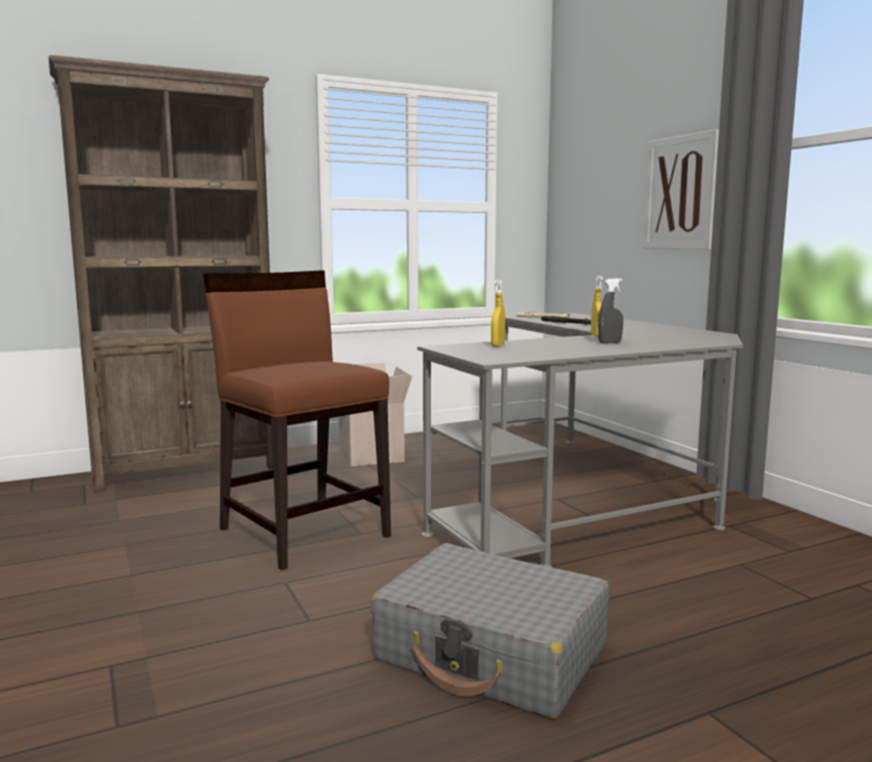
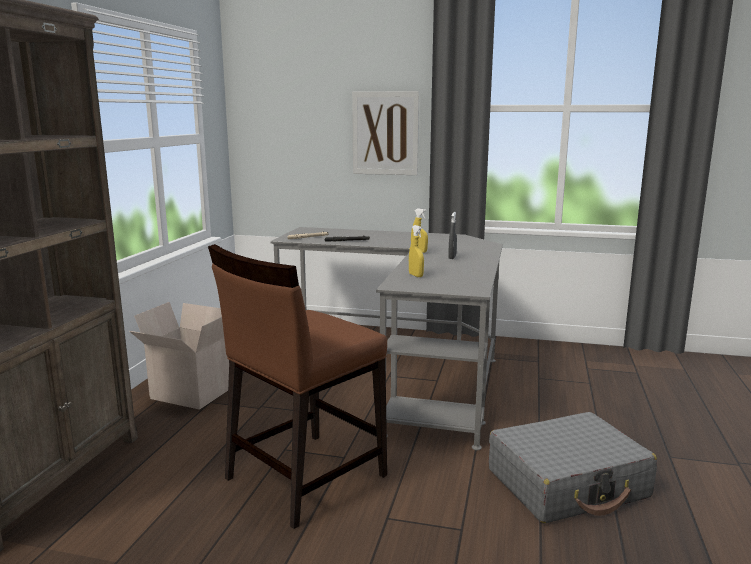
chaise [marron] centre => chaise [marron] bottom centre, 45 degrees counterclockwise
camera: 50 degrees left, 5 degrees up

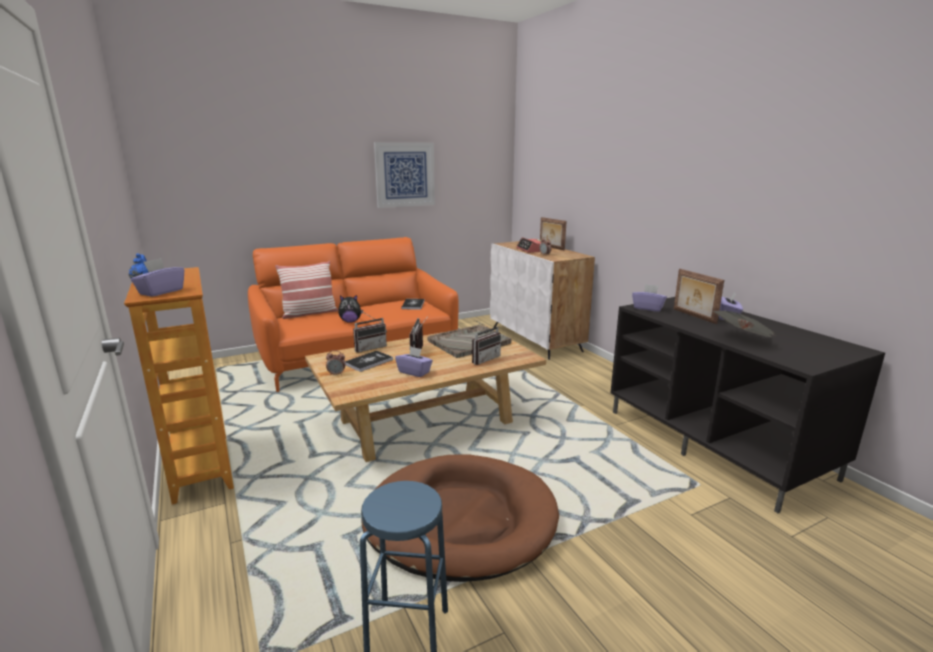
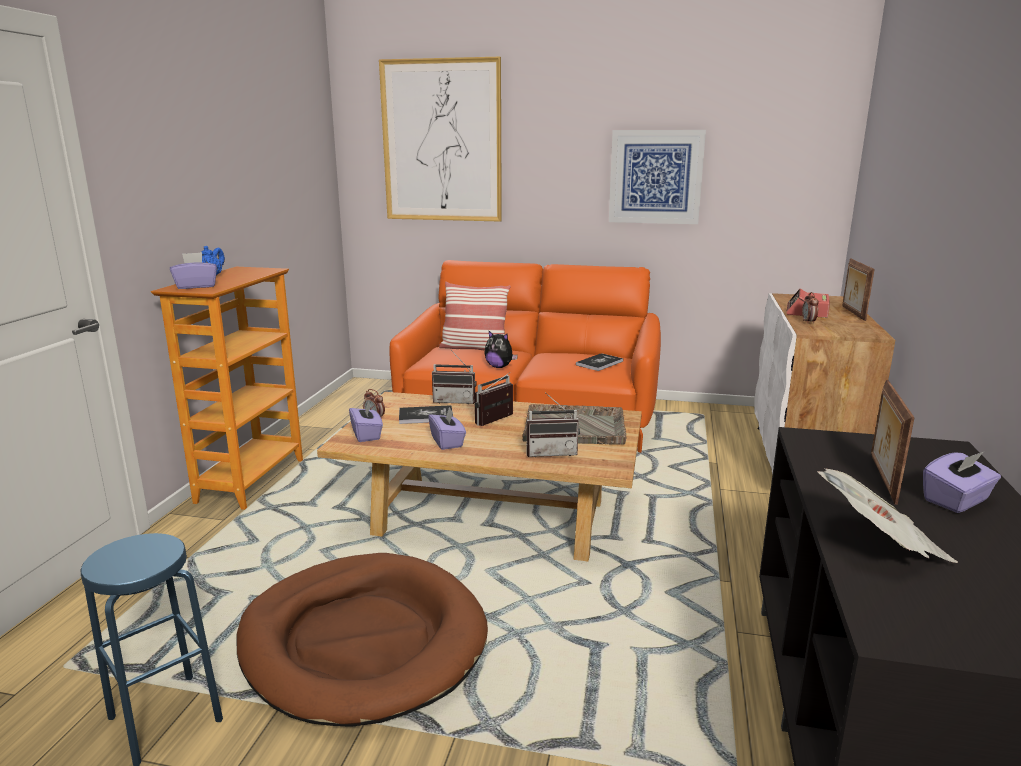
nothing => tableau (1st from left) top centre
boîte à mouchoirs [violet] (3rd from left in the first image) middle right => boîte à mouchoirs [violet] (2nd from left) centre, move
camera: 40 degrees right, 0 degrees up

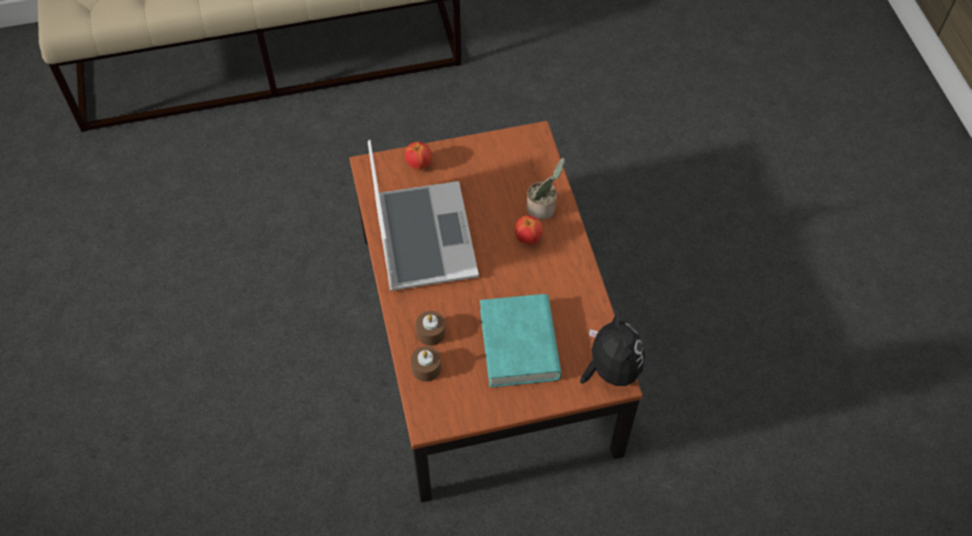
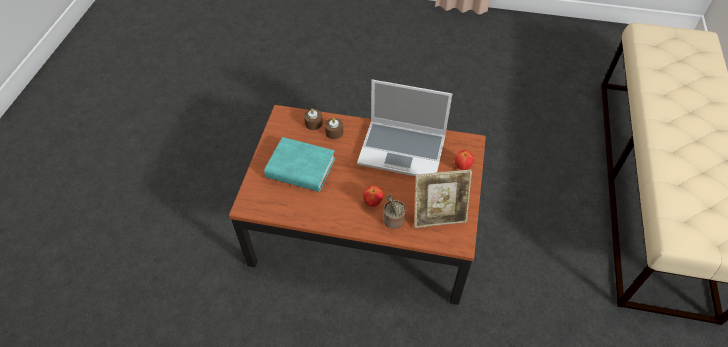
peluche centre => nothing
nothing => cadre photo centre
camera: 115 degrees right, 5 degrees down

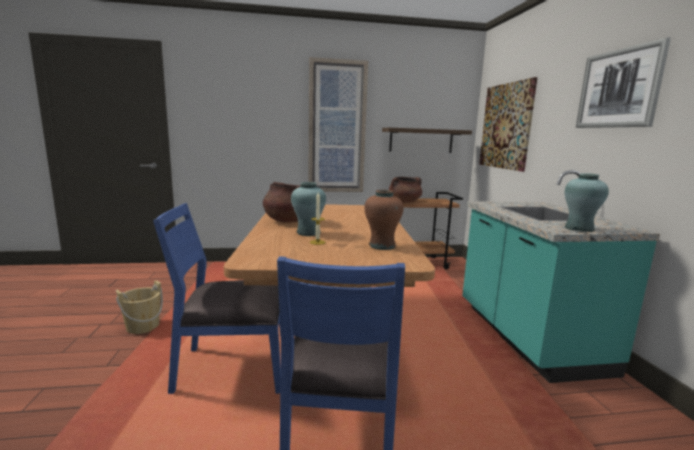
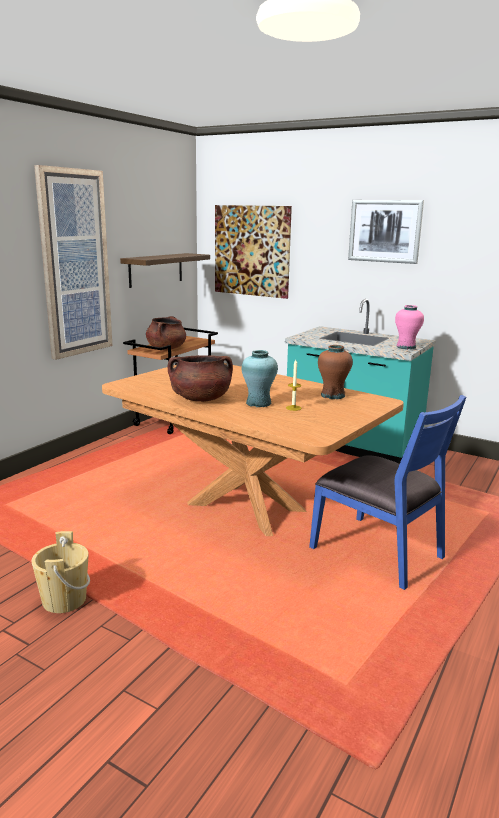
chaise [bleu] (1st from left) middle left => nothing
vase [turquoise] (2nd from left) middle right => vase [rose] middle right
camera: 50 degrees left, 5 degrees up

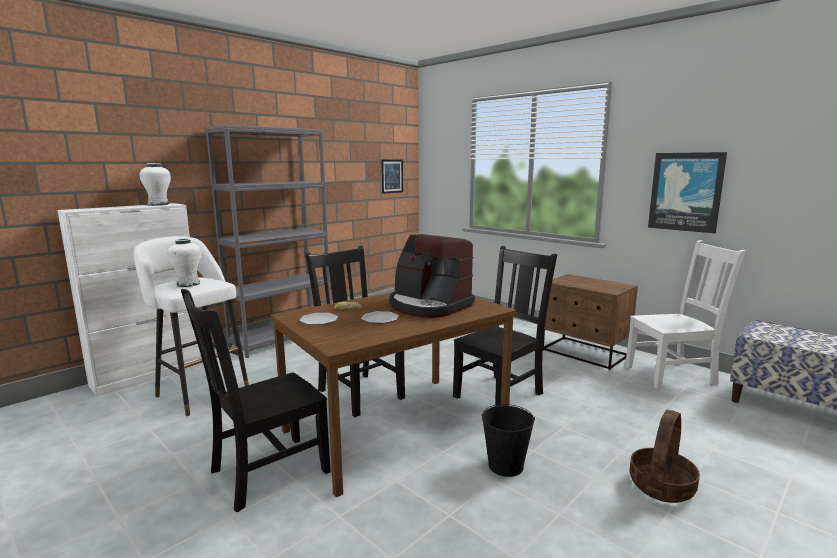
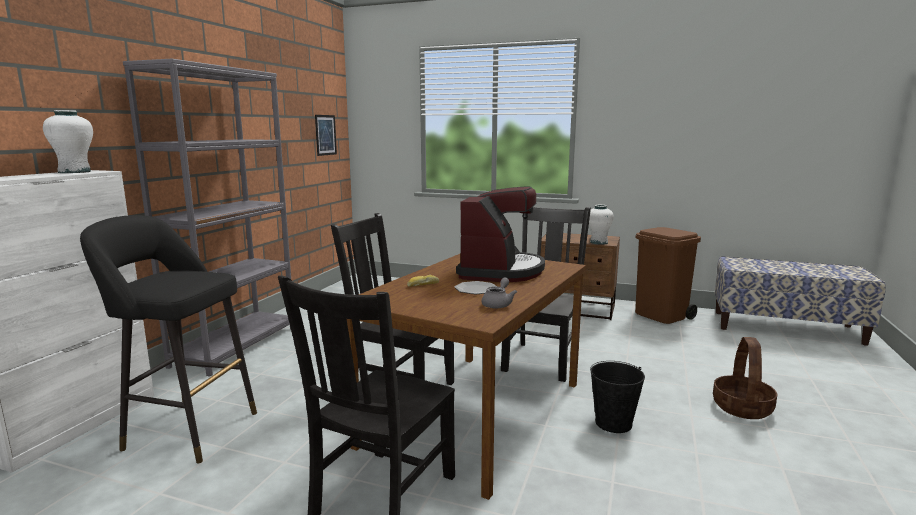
assiette (1st from left) centre => nothing
tableau (2nd from left) middle right => nothing
nothing => théière [gris] centre
vase [blanc] (2nd from left) middle left => vase [blanc] (2nd from left) centre, move
chaise [blanc] middle right => poubelle [marron] middle right
tabouret [blanc] middle left => tabouret [noir] middle left
machine à café centre, 90 degrees counterclockwise
camera: 25 degrees left, 0 degrees up

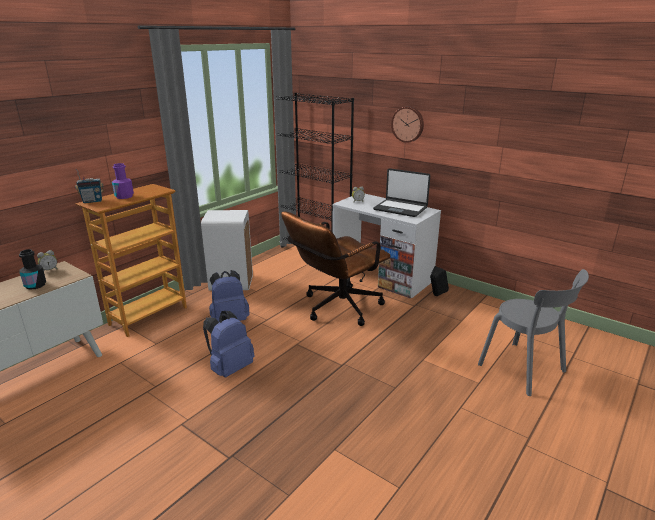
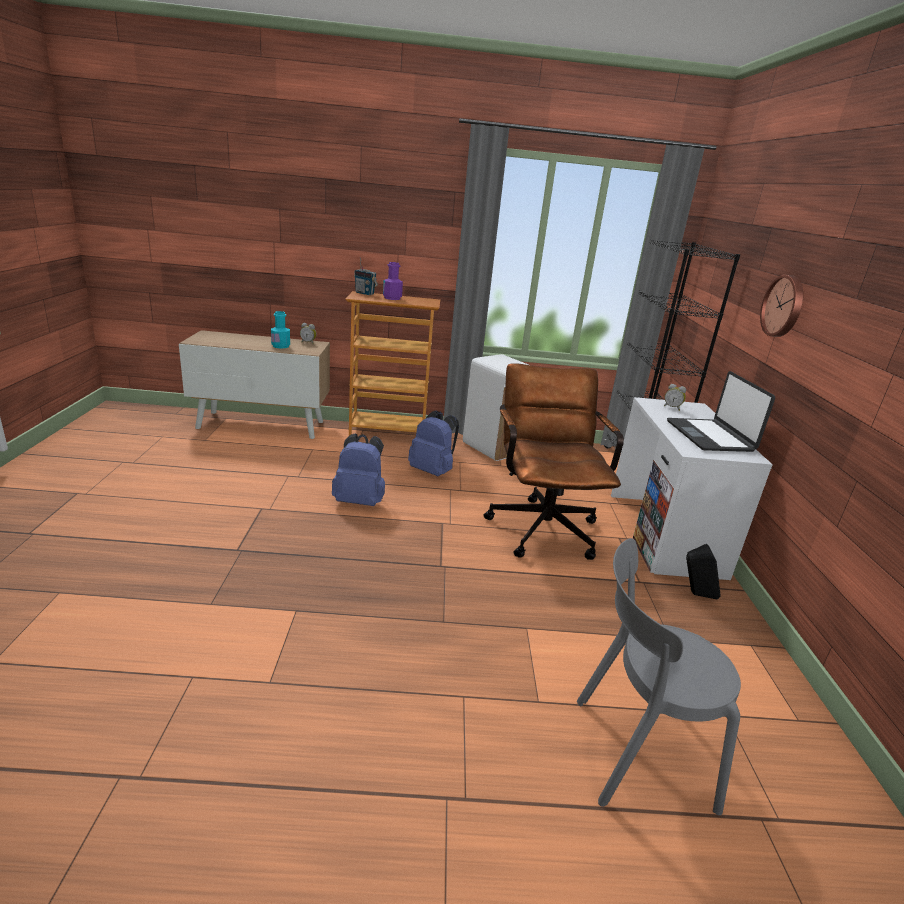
bouteille [noir] middle left => bouteille [turquoise] middle left
chaise de bureau [marron] centre, 75 degrees clockwise
chaise [gris] middle right => chaise [gris] bottom right, 75 degrees clockwise
camera: 50 degrees right, 0 degrees up

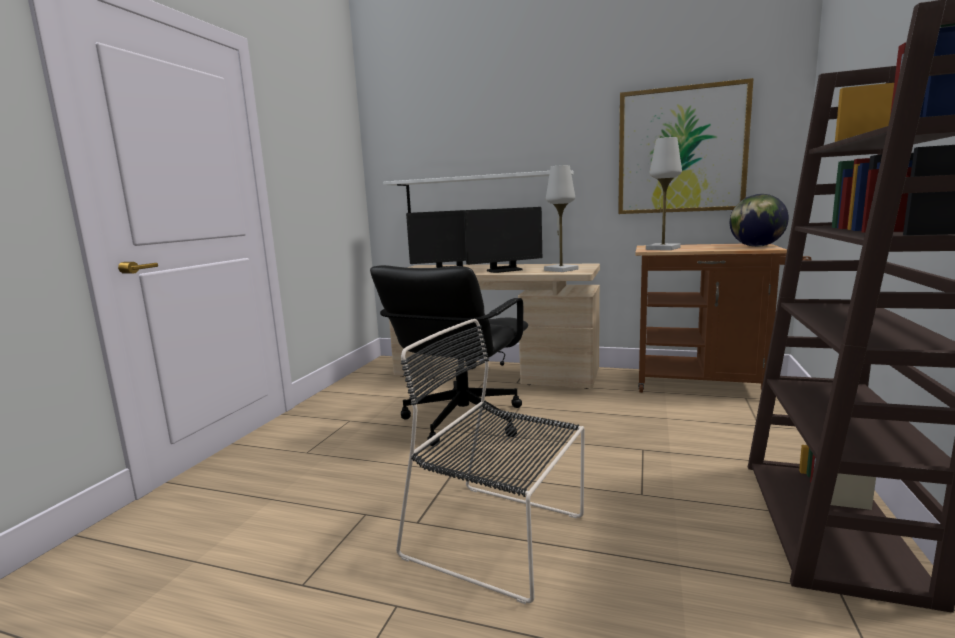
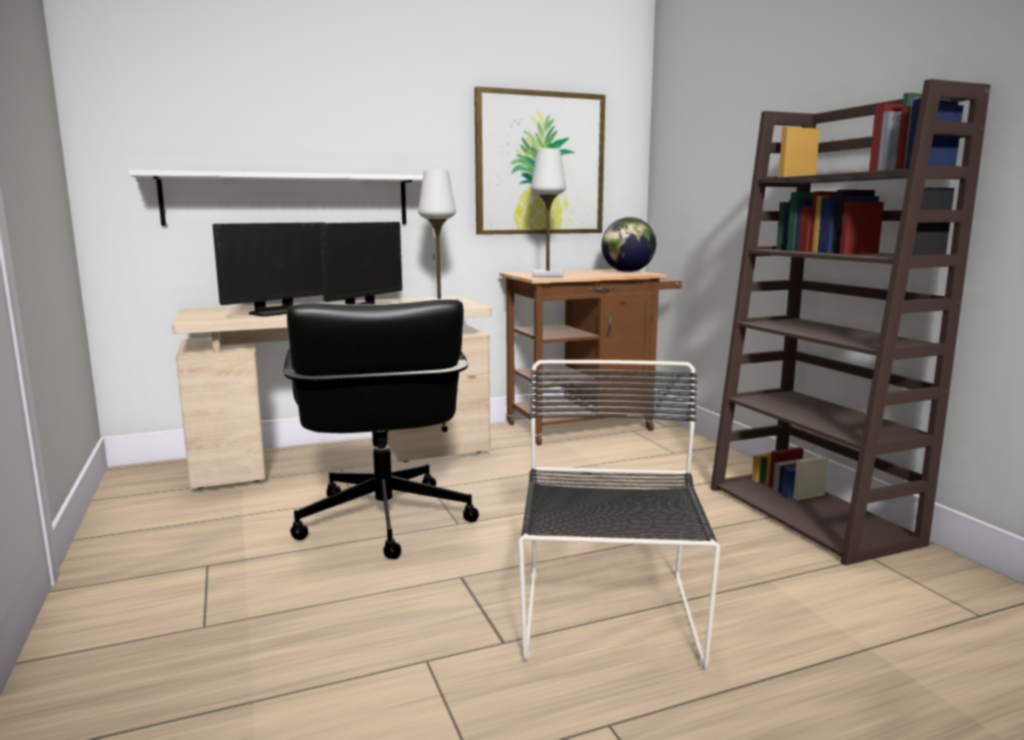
chaise [noir] bottom centre, 105 degrees clockwise
camera: 40 degrees left, 0 degrees up

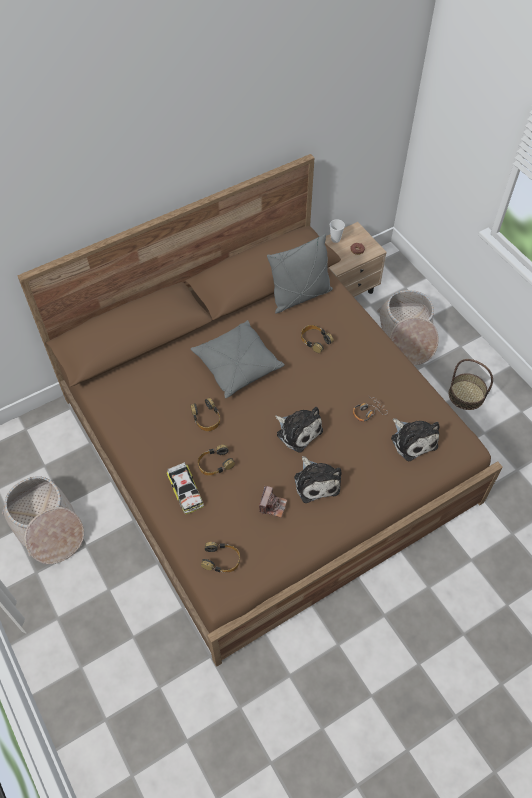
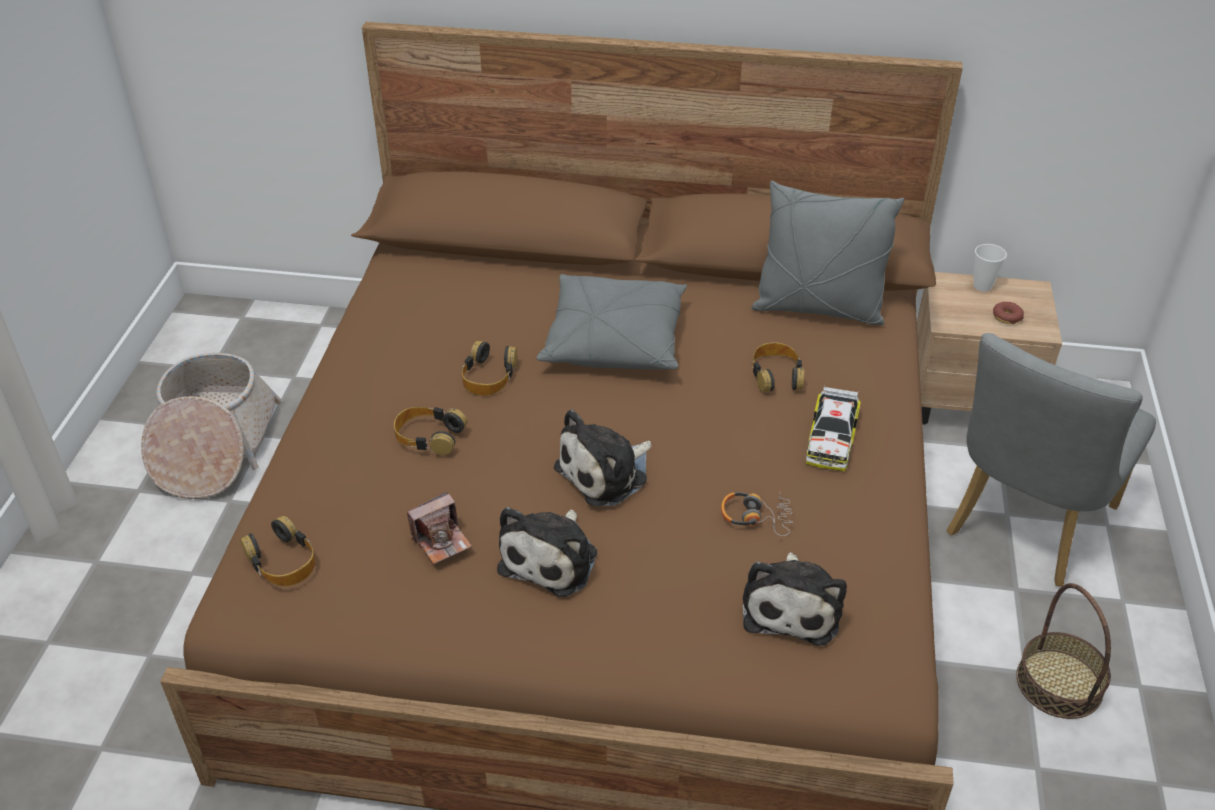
petite voiture centre => petite voiture middle right, move
panier (2nd from left) middle right => chaise [gris] middle right
peluche (1st from left in the first image) centre => peluche (2nd from left) centre, 60 degrees clockwise
camera: 40 degrees right, 15 degrees down

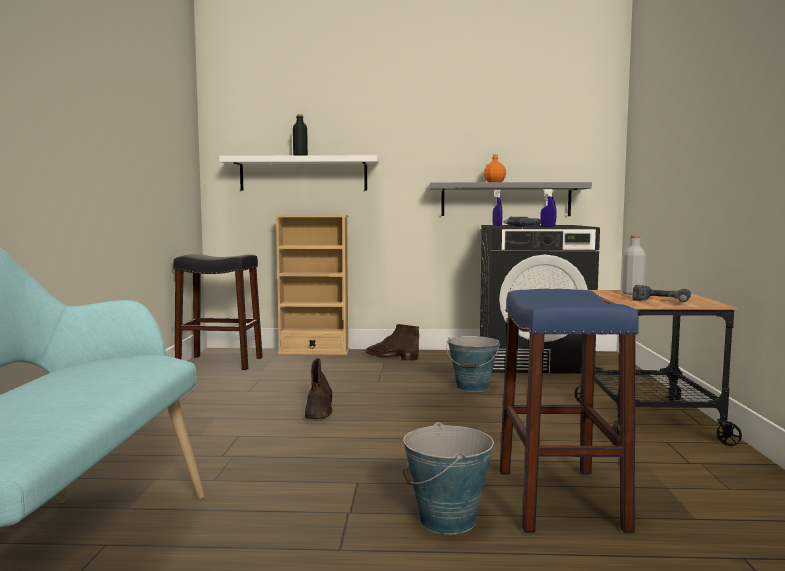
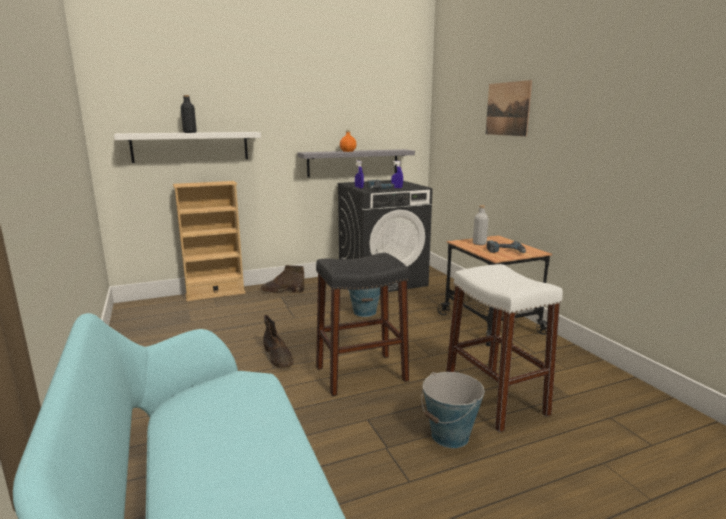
nothing => tableau top right
tabouret [noir] middle left => tabouret [noir] centre, move
tabouret [bleu] bottom right => tabouret [blanc] bottom right
camera: 25 degrees left, 10 degrees up

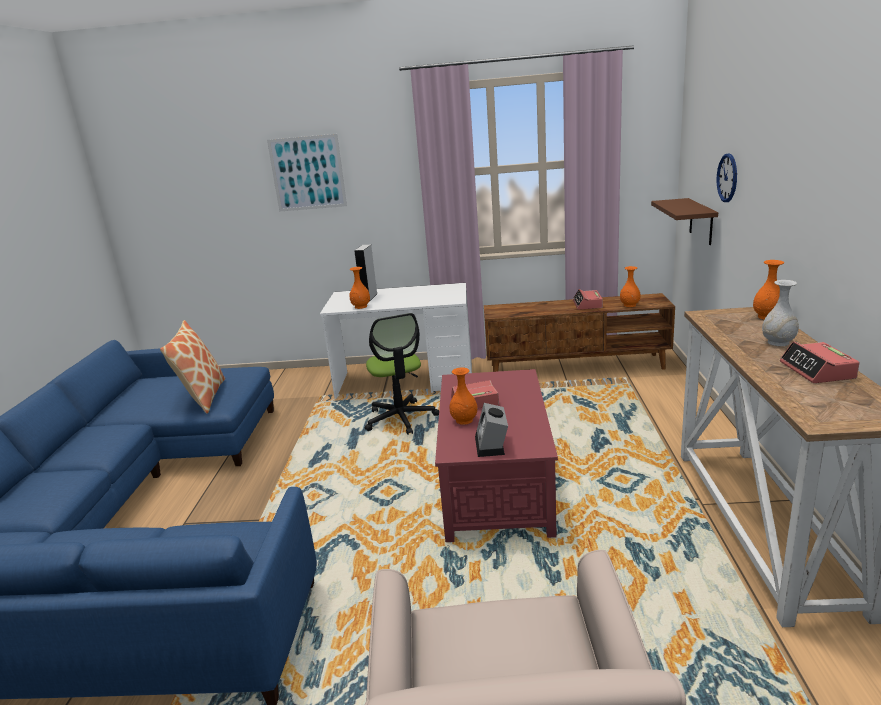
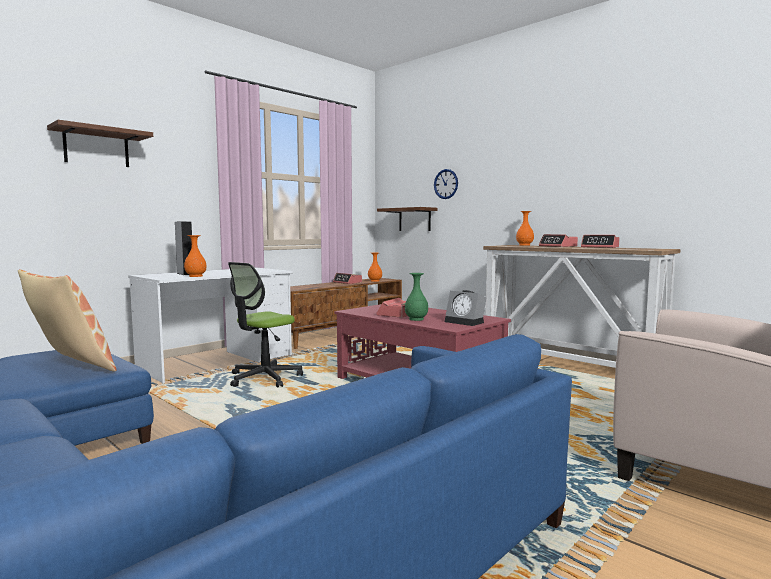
tableau top centre => étagère [marron] (1st from left) top left
vase [blanc] middle right => réveil (4th from left) middle right
vase [orange] (2nd from left) centre => vase [vert] centre
chaise de bureau centre, 105 degrees clockwise
camera: 50 degrees left, 15 degrees down

